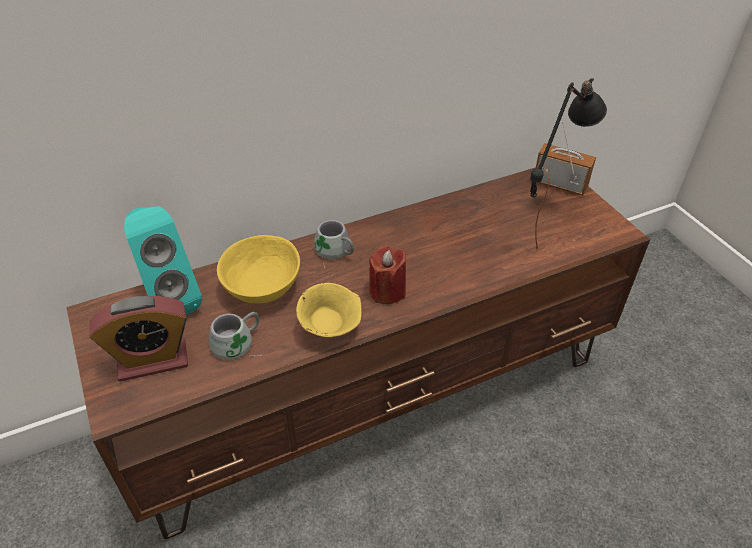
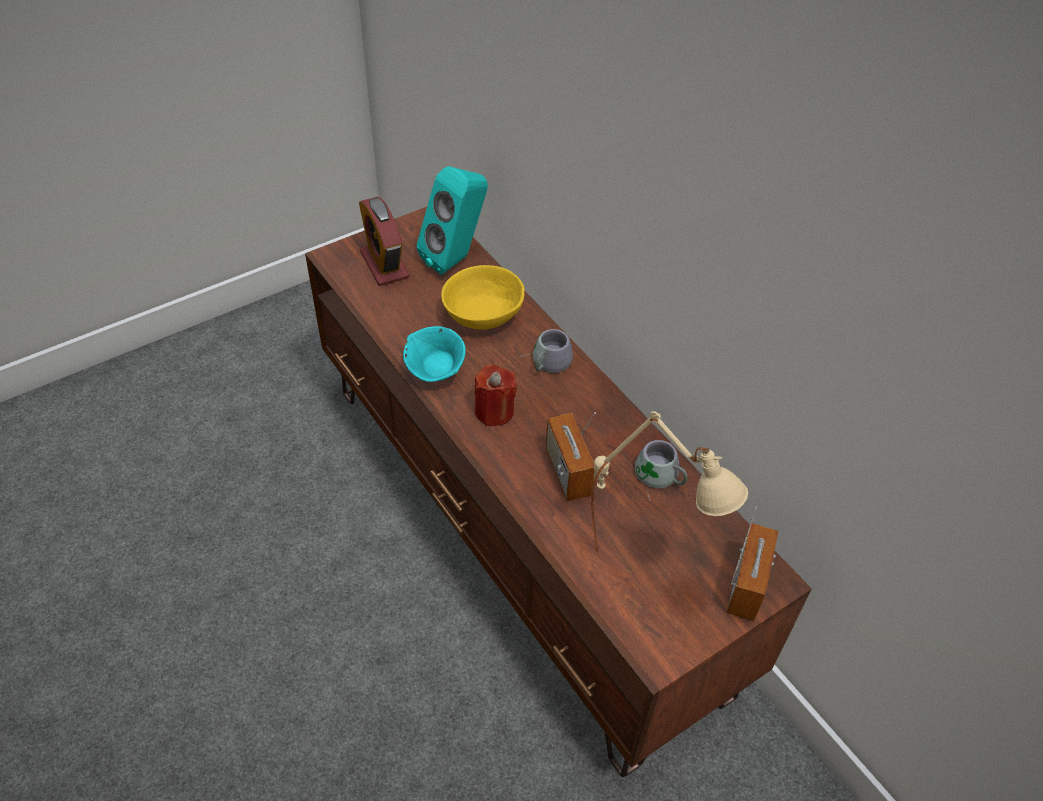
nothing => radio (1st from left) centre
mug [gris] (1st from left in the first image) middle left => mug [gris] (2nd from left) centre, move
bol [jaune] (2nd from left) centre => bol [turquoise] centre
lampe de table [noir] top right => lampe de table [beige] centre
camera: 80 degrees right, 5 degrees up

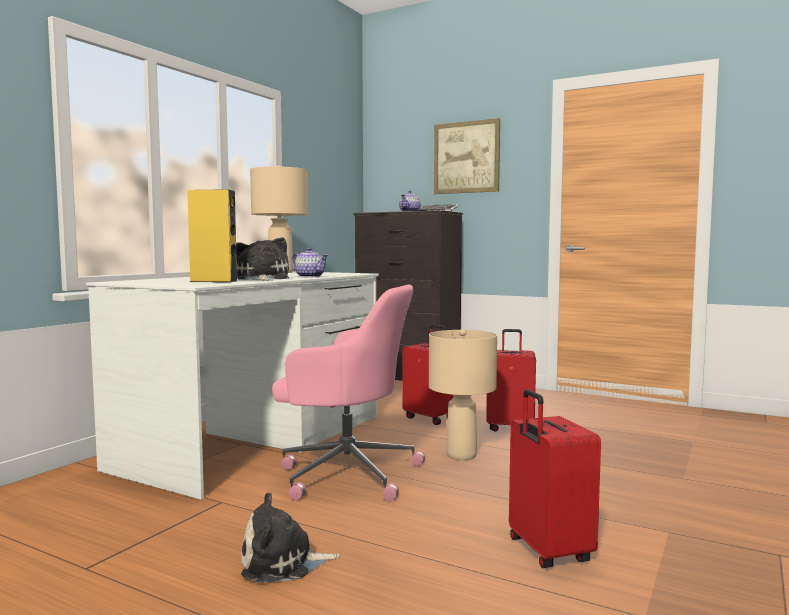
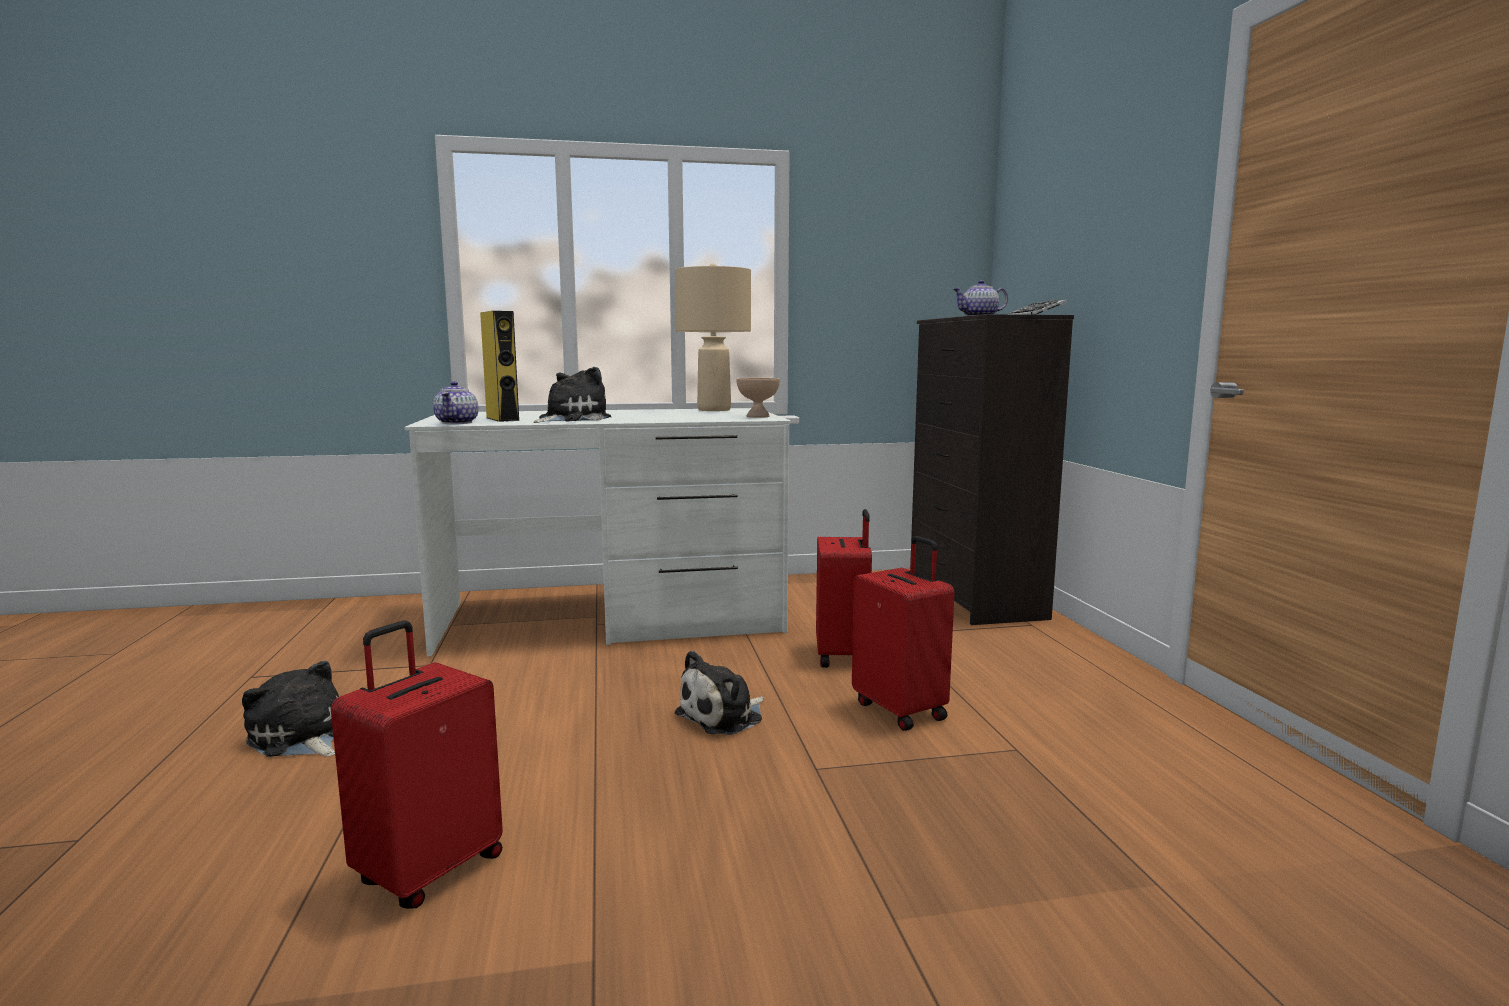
chaise de bureau [rose] centre => nothing
tableau top centre => nothing
nothing => bol [beige] centre
théière (1st from left) centre => théière (1st from left) middle left, move
lampe de table [beige] (2nd from left) centre => peluche (3rd from left) bottom centre
camera: 50 degrees right, 5 degrees up

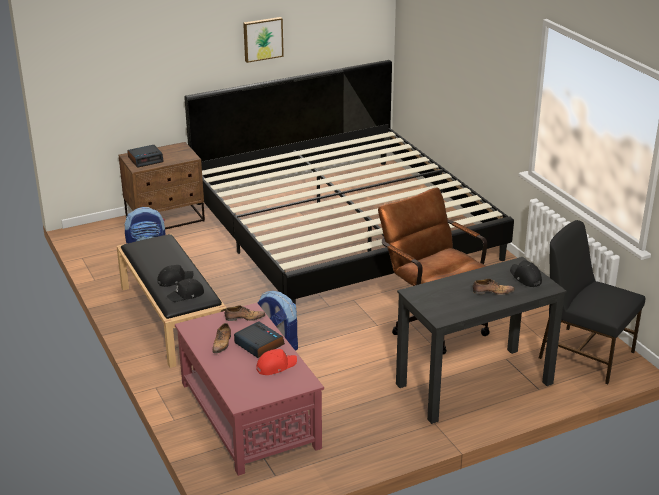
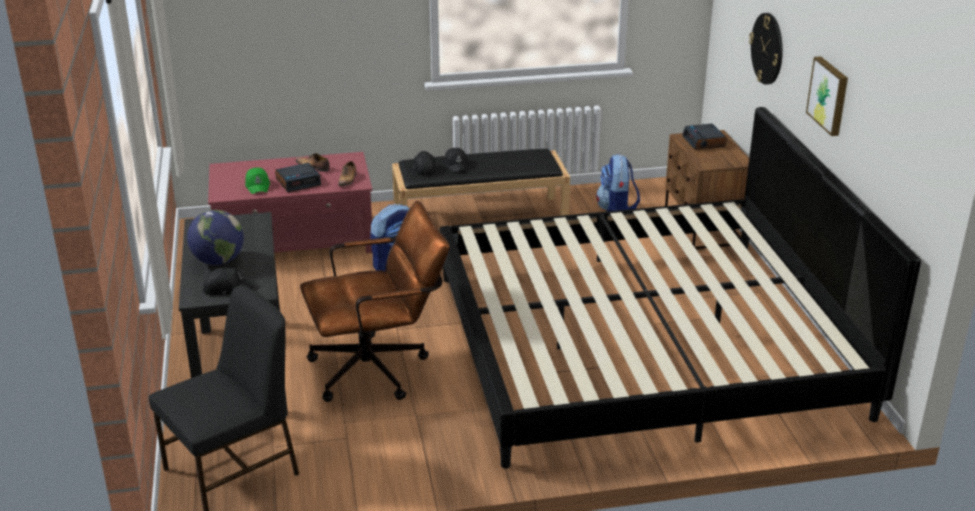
nothing => horloge murale top right
chaussure (3rd from left) middle right => globe middle left
casquette [rouge] bottom centre => casquette [vert] middle left
camera: 105 degrees right, 0 degrees up

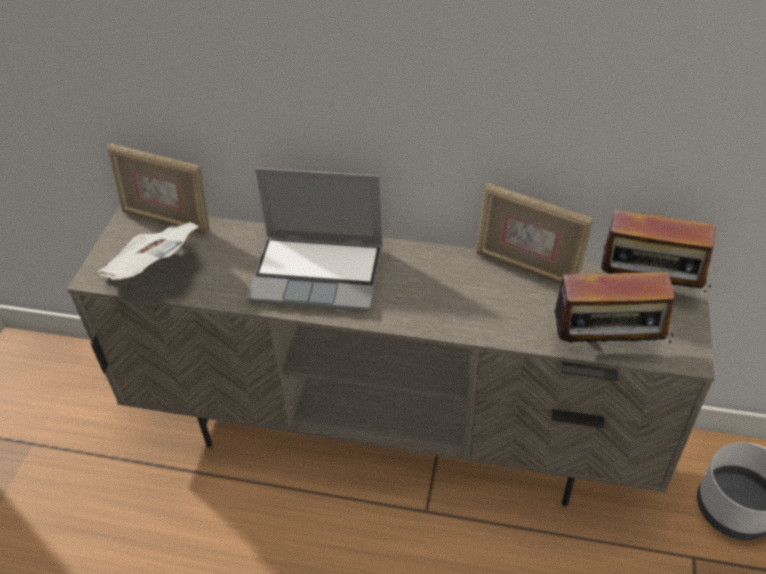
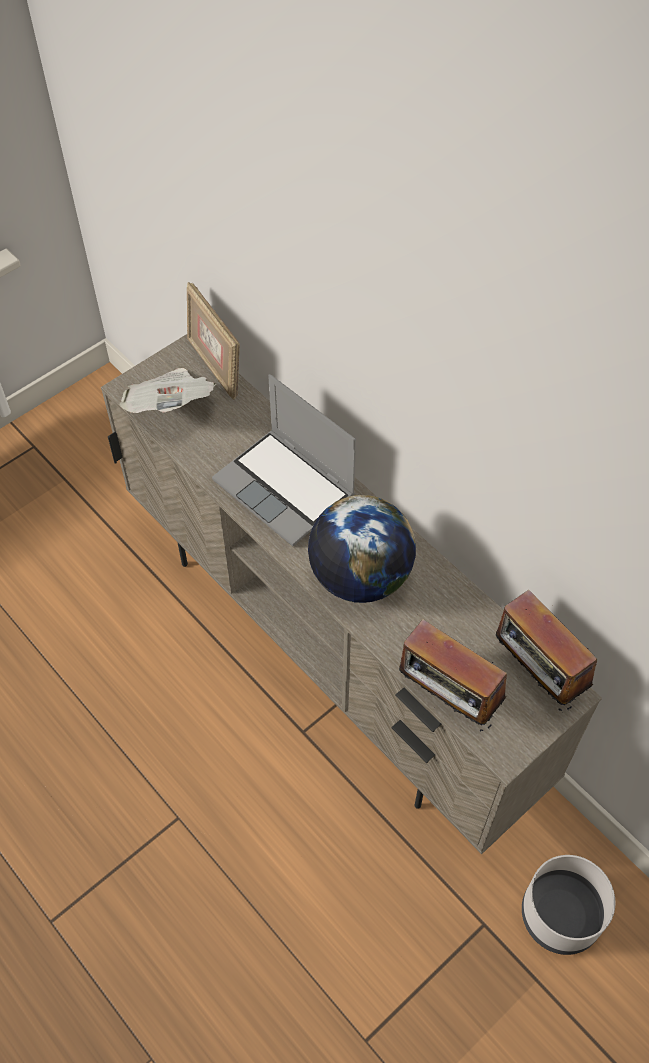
cadre photo (2nd from left) middle right => nothing
nothing => globe centre
camera: 35 degrees right, 10 degrees up

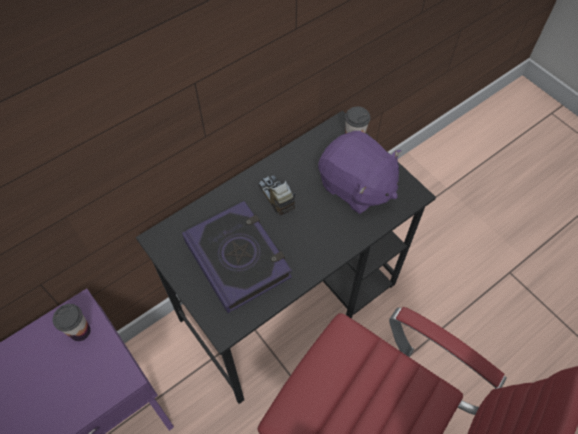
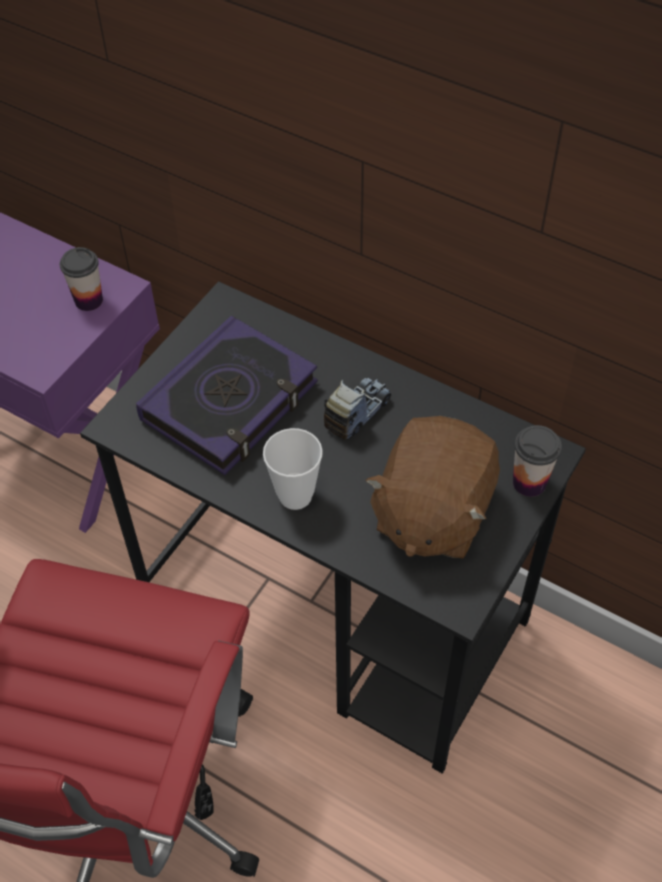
nothing => tasse (2nd from left) centre
peluche [violet] centre => peluche [marron] centre
camera: 70 degrees right, 5 degrees down

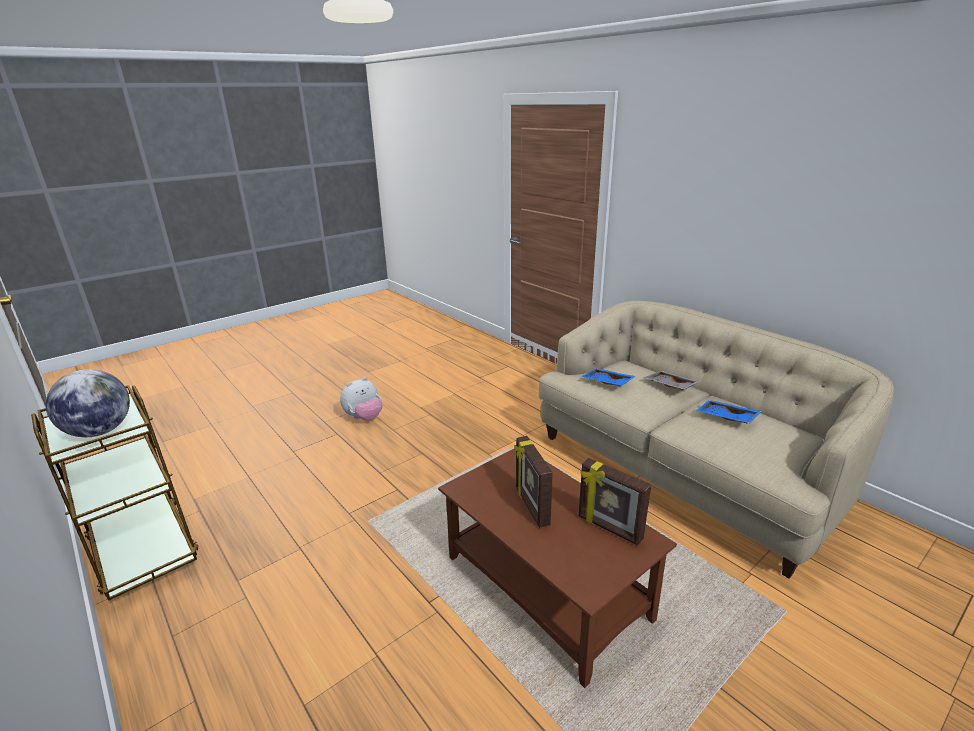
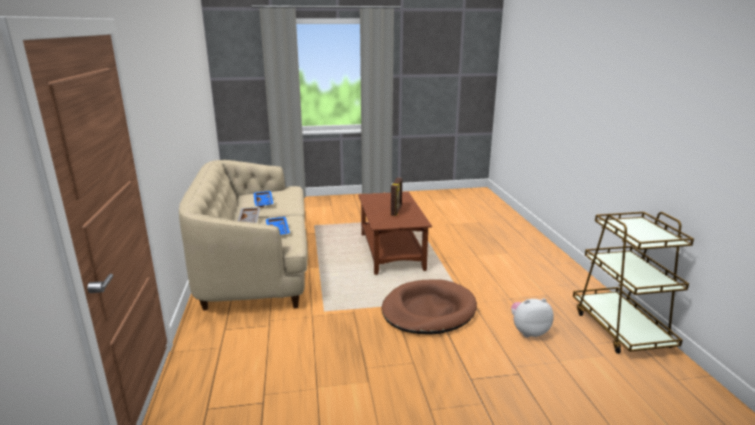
globe middle left => nothing
cadre photo (2nd from left) bottom centre => nothing
nothing => panier pour chien [marron] bottom centre
peluche centre => peluche bottom right, move
camera: 150 degrees left, 5 degrees down

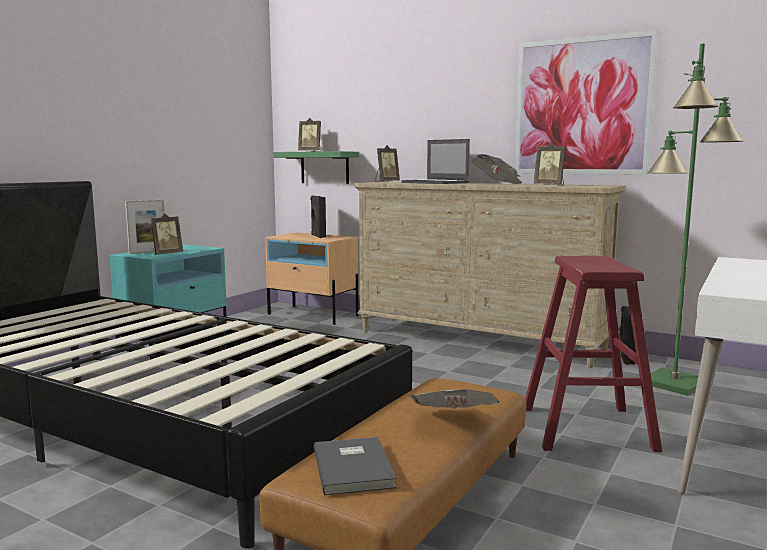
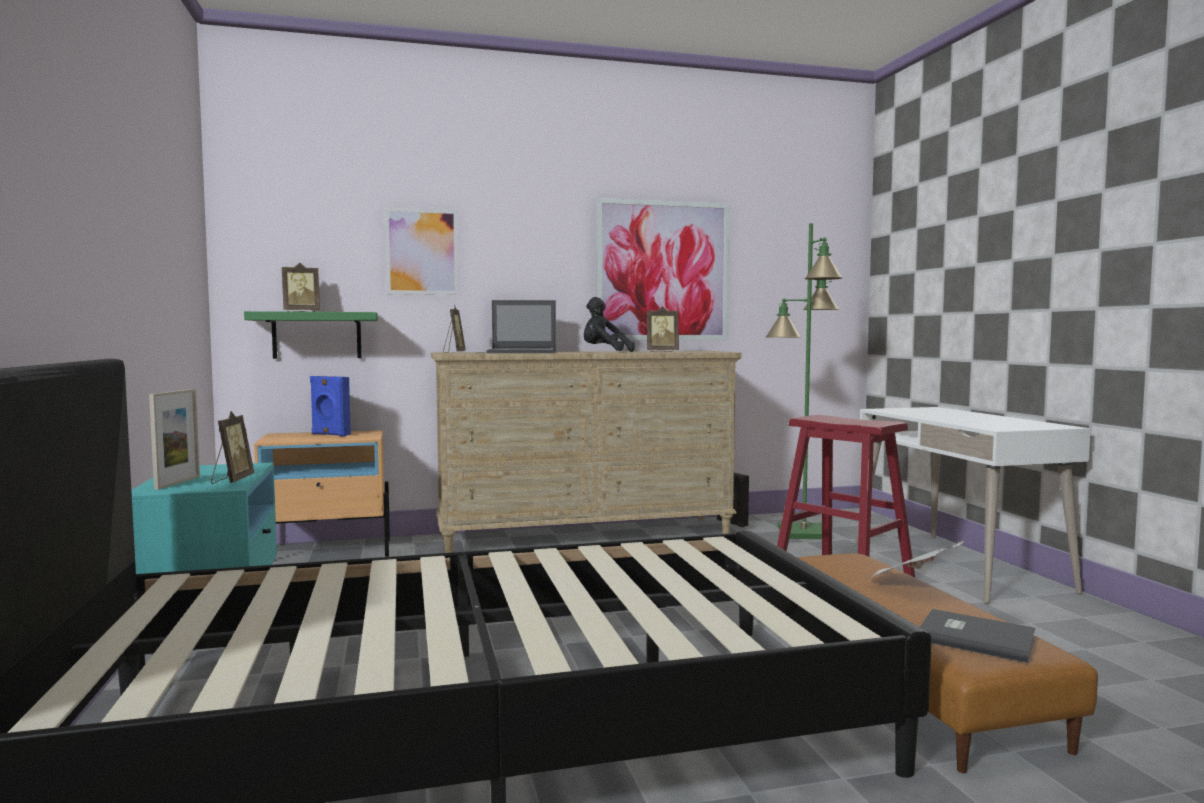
nothing => tableau (1st from left) top centre
journal (2nd from left) top centre => peluche [noir] centre
enceinte [noir] (1st from left) centre => enceinte [bleu] middle left
camera: 45 degrees left, 5 degrees down

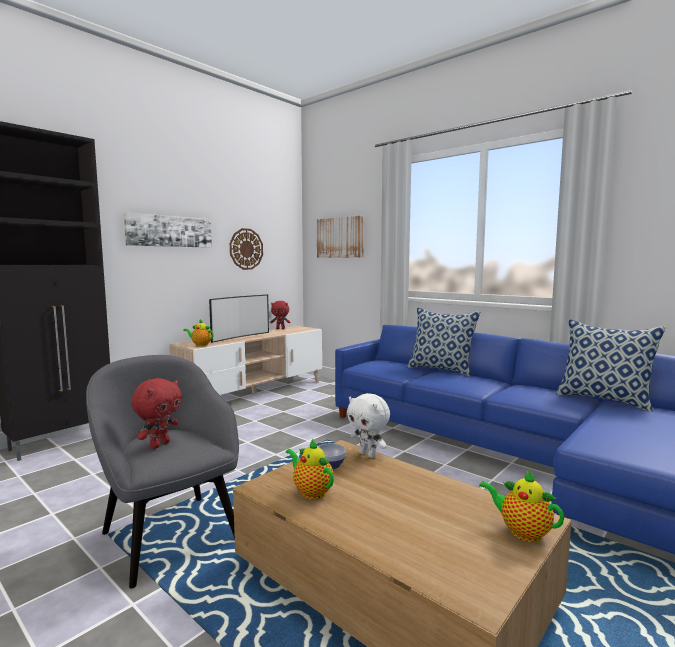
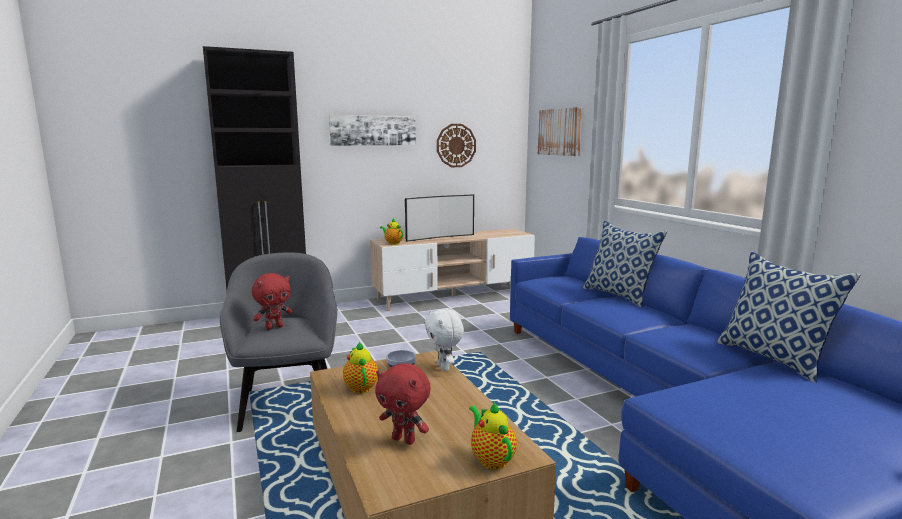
peluche [rouge] (2nd from left) centre => peluche [rouge] (2nd from left) bottom centre, move
camera: 25 degrees right, 5 degrees up

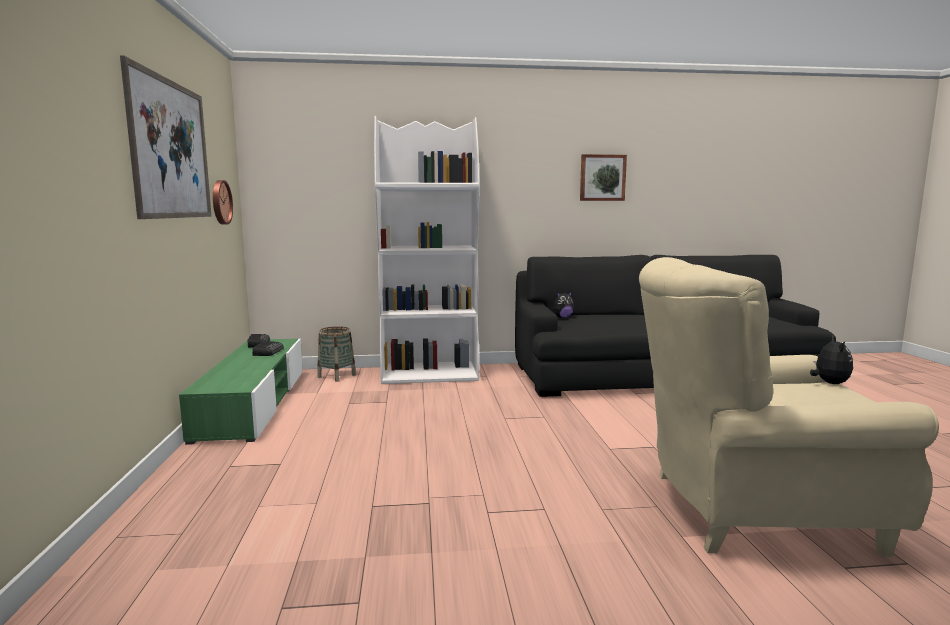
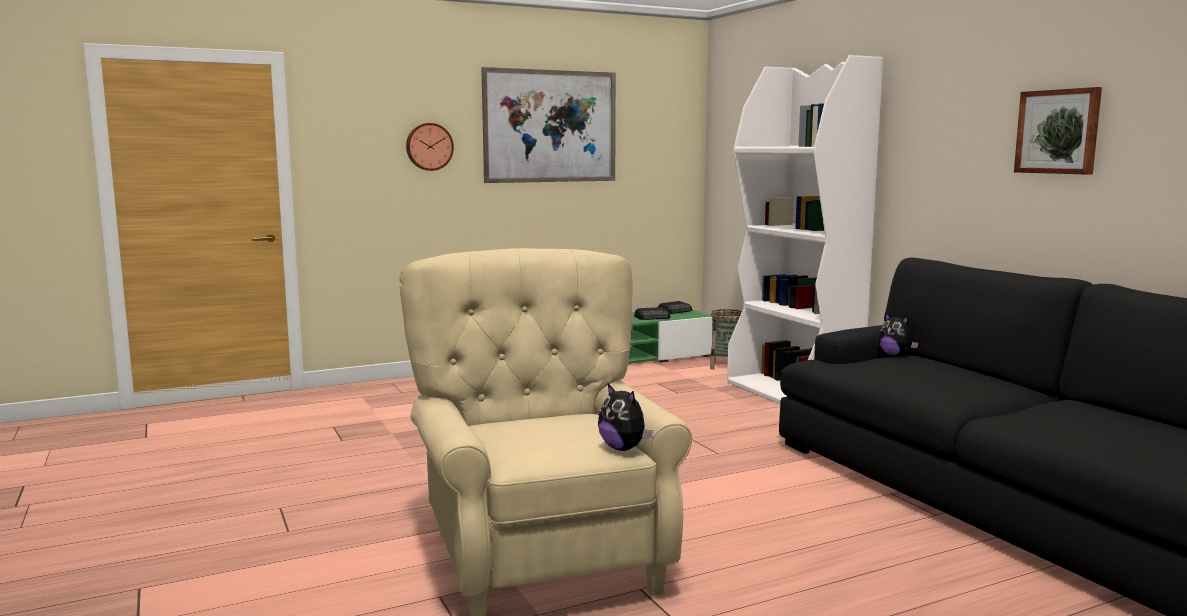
horloge murale top left => horloge murale top centre, move
peluche (2nd from left in the first image) middle right => peluche (1st from left) bottom centre, 60 degrees clockwise
camera: 70 degrees right, 0 degrees up

